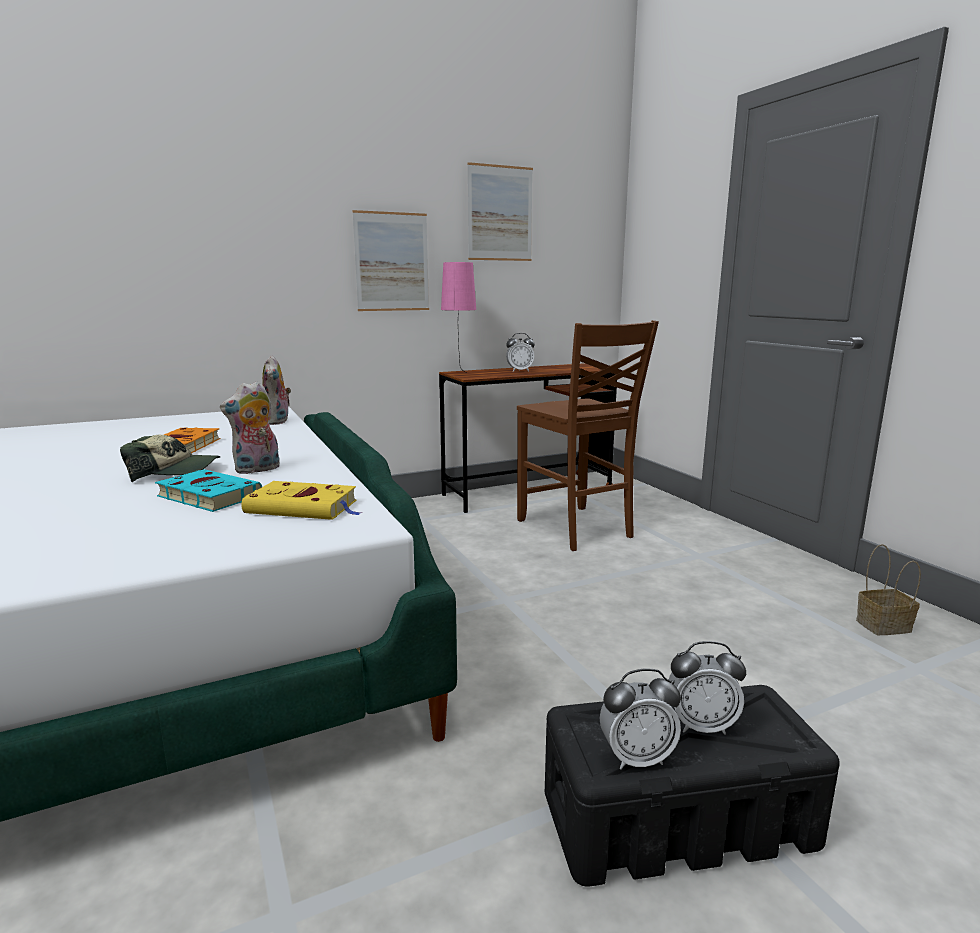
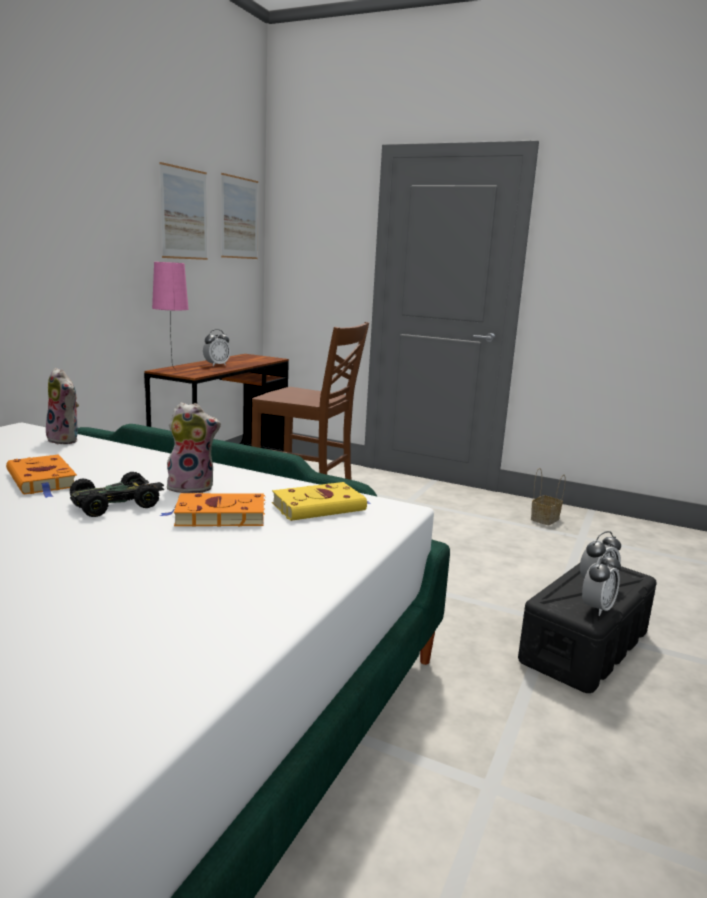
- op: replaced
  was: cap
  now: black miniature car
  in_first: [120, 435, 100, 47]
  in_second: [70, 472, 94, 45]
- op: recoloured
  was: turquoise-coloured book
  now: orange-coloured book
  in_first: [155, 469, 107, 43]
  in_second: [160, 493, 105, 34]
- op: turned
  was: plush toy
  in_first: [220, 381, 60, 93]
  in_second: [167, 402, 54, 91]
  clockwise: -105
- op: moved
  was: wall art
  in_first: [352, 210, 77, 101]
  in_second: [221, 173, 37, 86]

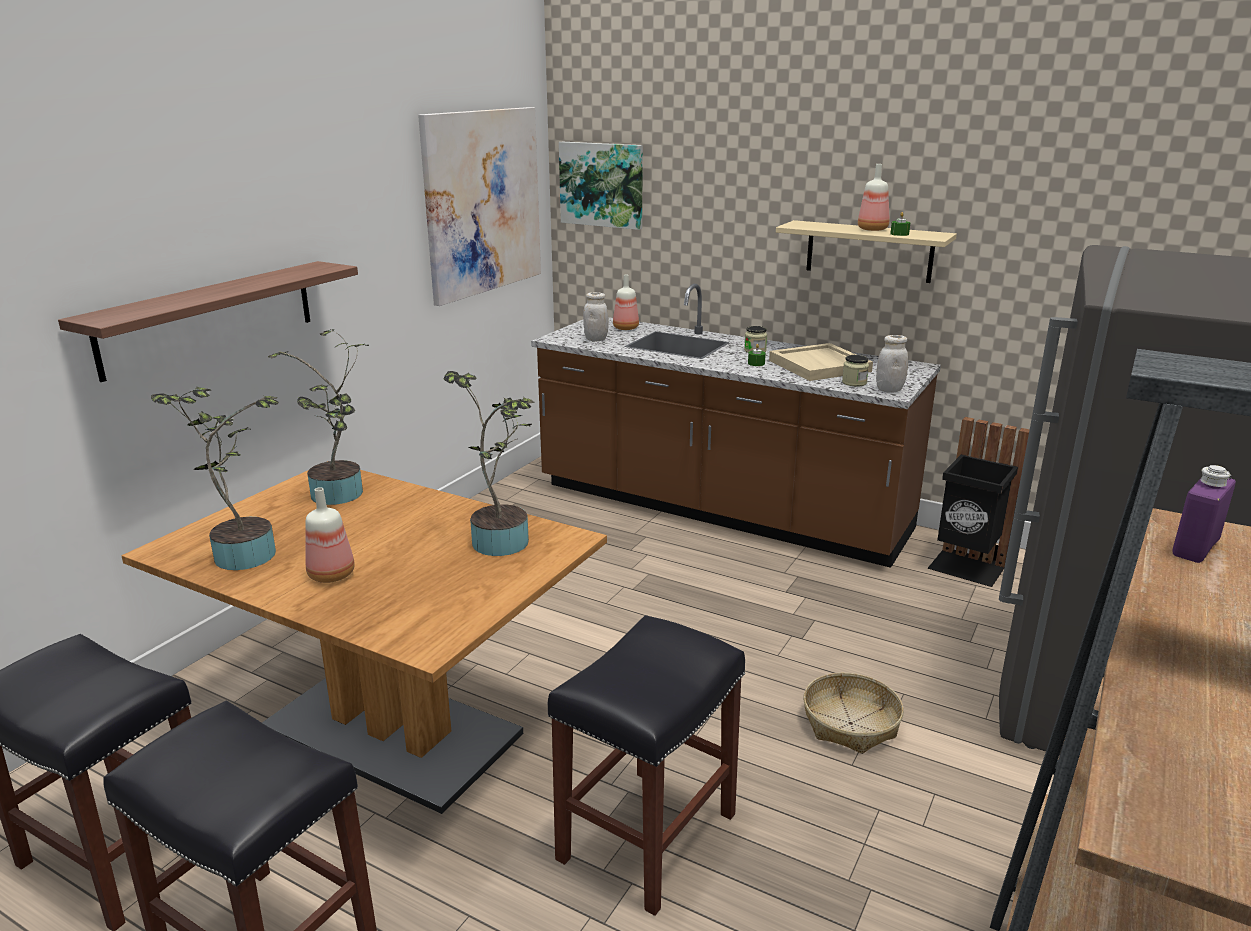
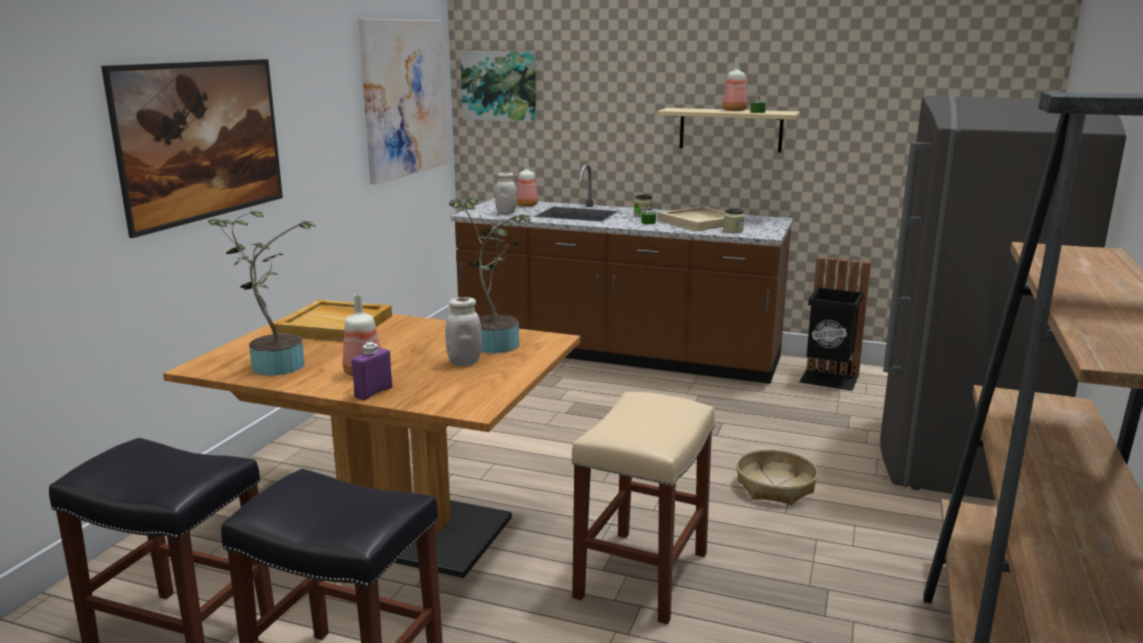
- op: replaced
  was: shelf
  now: wall art
  in_first: [58, 261, 300, 121]
  in_second: [101, 59, 182, 179]
- op: replaced
  was: potted plant
  now: beige-coloured tray
  in_first: [268, 329, 101, 176]
  in_second: [274, 300, 118, 42]
- op: recoloured
  was: black stool seat
  now: beige-coloured stool seat
  in_first: [548, 615, 197, 301]
  in_second: [571, 392, 144, 232]
- op: moved
  was: whitish storage jar
  in_first: [876, 335, 32, 58]
  in_second: [445, 297, 37, 69]
- op: moved
  was: purplish beverage bottle
  in_first: [1172, 465, 64, 98]
  in_second: [352, 342, 40, 58]

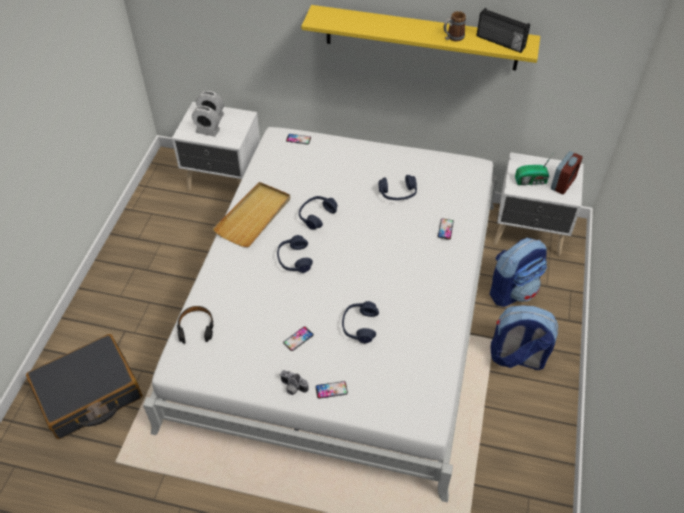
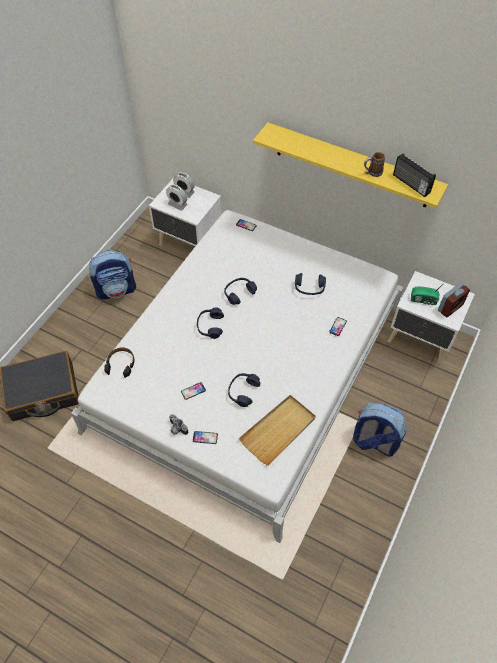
- op: moved
  was: beige-coloured tray
  in_first: [213, 182, 77, 65]
  in_second: [239, 395, 77, 71]
- op: moved
  was: knapsack
  in_first: [490, 238, 57, 69]
  in_second: [89, 250, 47, 50]

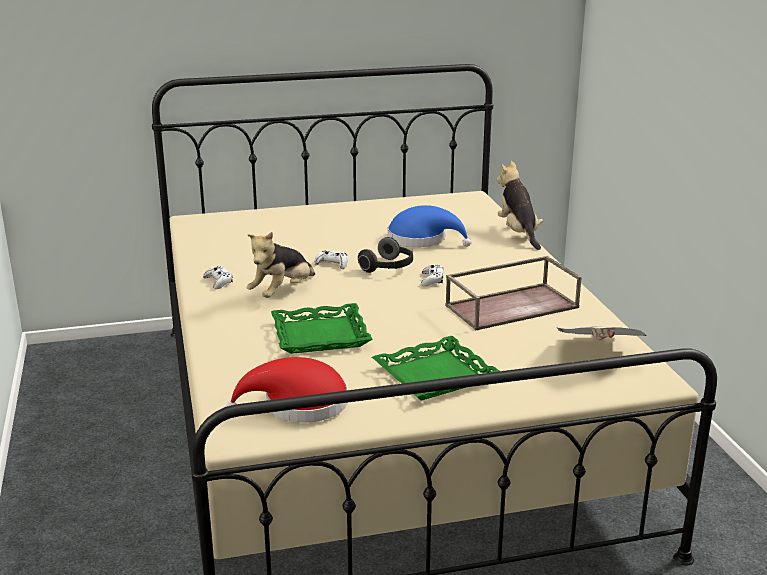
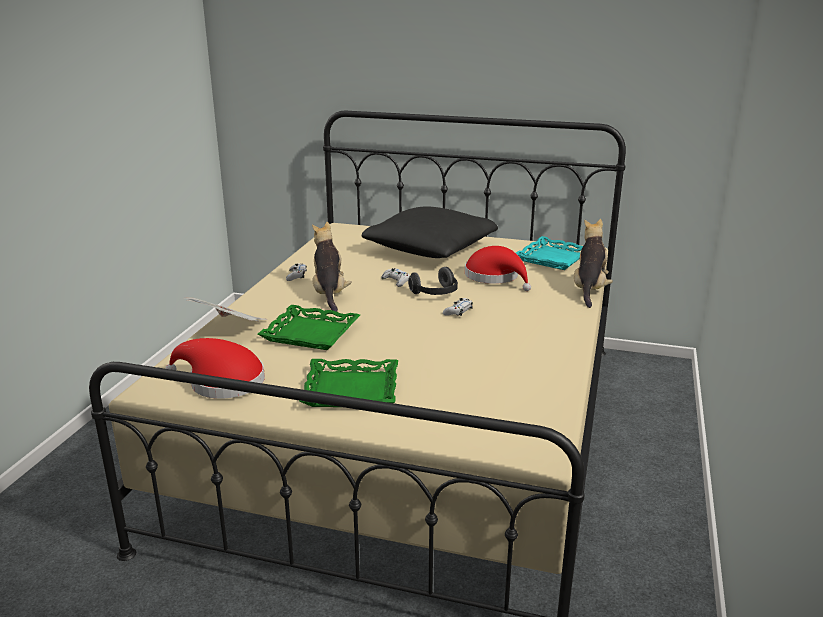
- op: turned
  was: plush toy
  in_first: [247, 232, 68, 66]
  in_second: [312, 222, 39, 90]
  clockwise: 105
- op: recoloured
  was: bluish hat
  now: reddish hat
  in_first: [388, 205, 83, 42]
  in_second: [465, 246, 66, 45]
- op: removed
  was: brownish tray
  in_first: [445, 256, 137, 75]
- op: moved
  was: printed paper
  in_first: [557, 327, 90, 13]
  in_second: [183, 297, 84, 25]
- op: added
  now: black pillow
  in_second: [361, 206, 137, 52]
- op: added
  now: turquoise-coloured tray
  in_second: [516, 236, 67, 34]

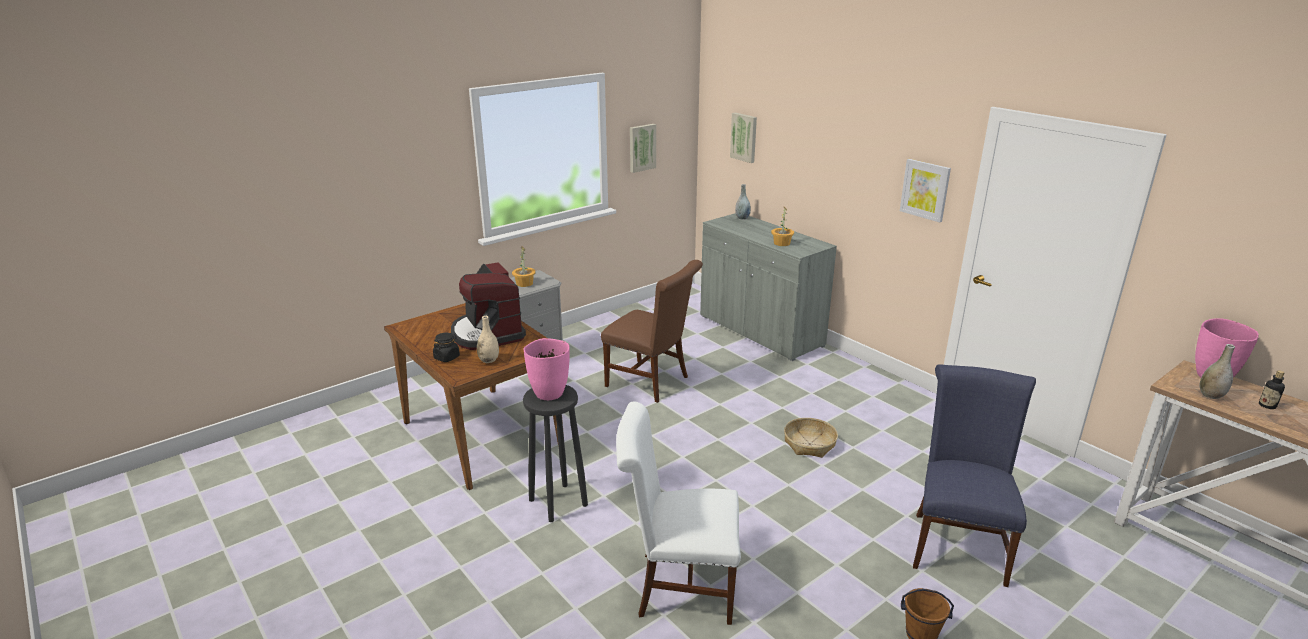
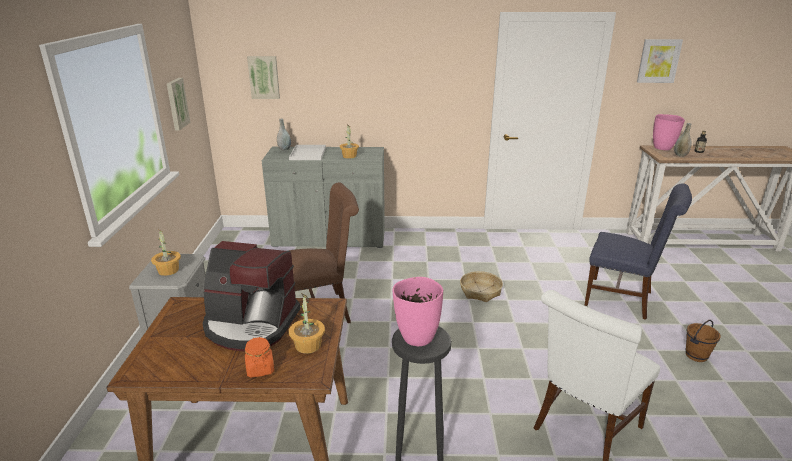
- op: recoloured
  was: black storage jar
  now: orange-coloured storage jar
  in_first: [433, 333, 27, 29]
  in_second: [245, 337, 29, 41]
- op: replaced
  was: beige-coloured decorative vase
  now: potted plant
  in_first: [477, 316, 22, 47]
  in_second: [289, 293, 36, 61]
- op: moved
  was: wall art
  in_first: [900, 159, 51, 63]
  in_second: [637, 39, 46, 44]
- op: turned
  was: bluish chair
  in_first: [913, 364, 123, 223]
  in_second: [584, 183, 108, 137]
  clockwise: 150
- op: added
  now: whitish tray
  in_second: [289, 145, 37, 15]

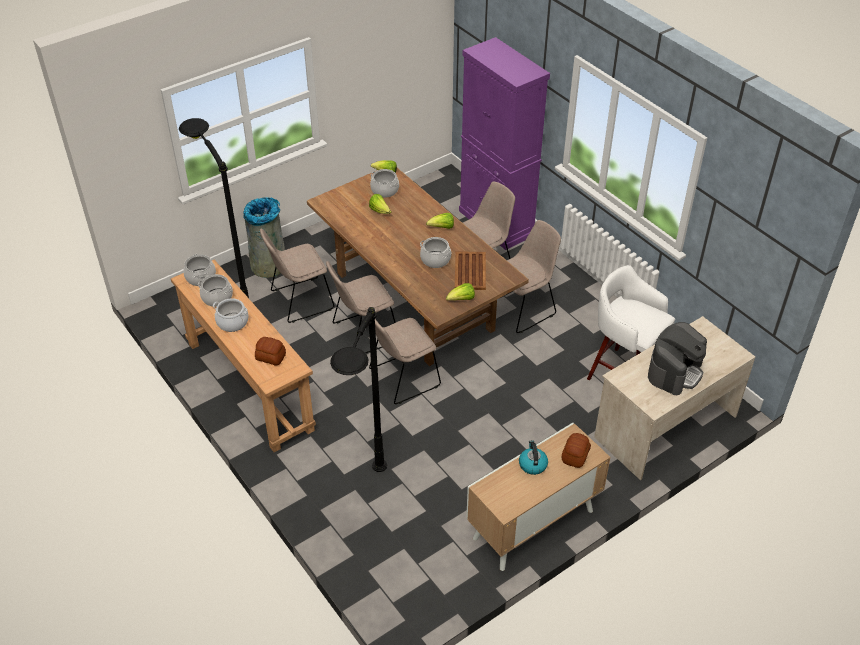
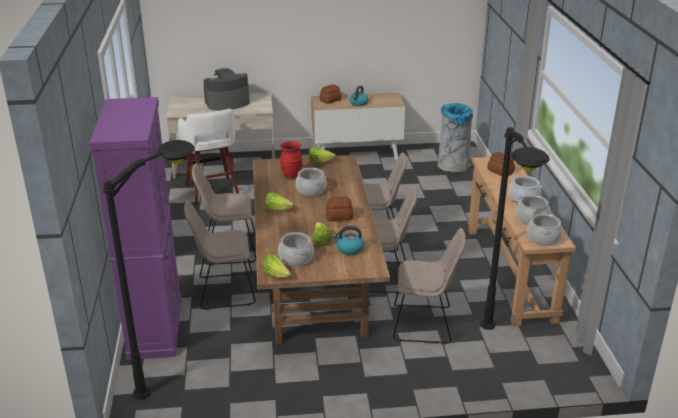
- op: moved
  was: grey trash can
  in_first: [243, 197, 42, 81]
  in_second: [437, 103, 36, 70]
- op: moved
  was: black standard lamp
  in_first: [330, 307, 57, 165]
  in_second: [103, 140, 92, 260]
- op: replaced
  was: brownish tray
  now: reddish decorative vase
  in_first: [455, 251, 31, 39]
  in_second: [280, 141, 23, 37]
- op: added
  now: bread
  in_second: [326, 197, 27, 24]
- op: added
  now: water kettle
  in_second: [332, 226, 32, 29]

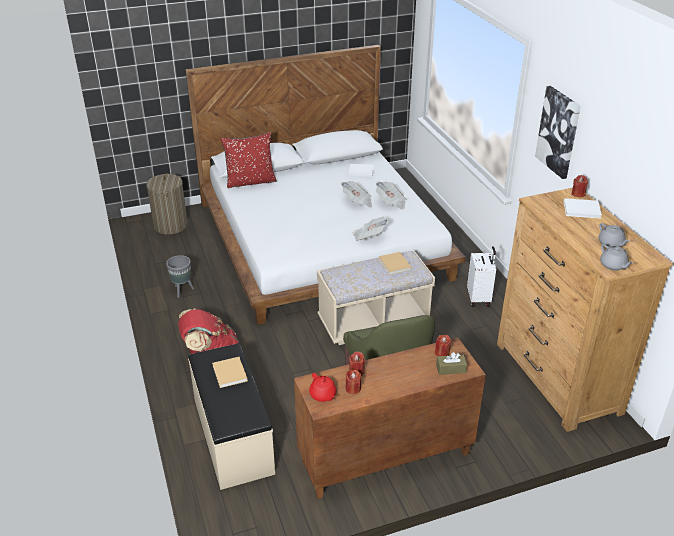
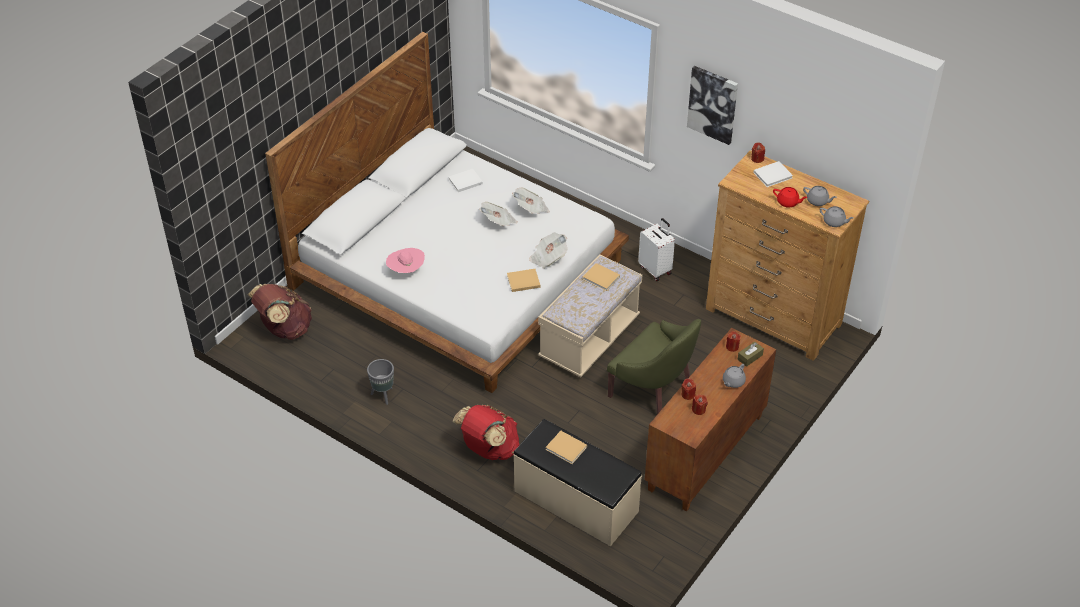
- op: replaced
  was: washing basket
  now: brownish knapsack
  in_first: [146, 174, 42, 61]
  in_second: [247, 284, 65, 56]
- op: removed
  was: reddish pillow
  in_first: [221, 132, 56, 56]
- op: moved
  was: reddish tea pot
  in_first: [309, 373, 28, 29]
  in_second: [773, 187, 34, 21]
- op: added
  now: pink hat
  in_second: [386, 248, 39, 25]
- op: added
  now: beige-coloured book
  in_second: [507, 269, 34, 23]
- op: added
  now: grey tea pot
  in_second: [723, 364, 23, 24]

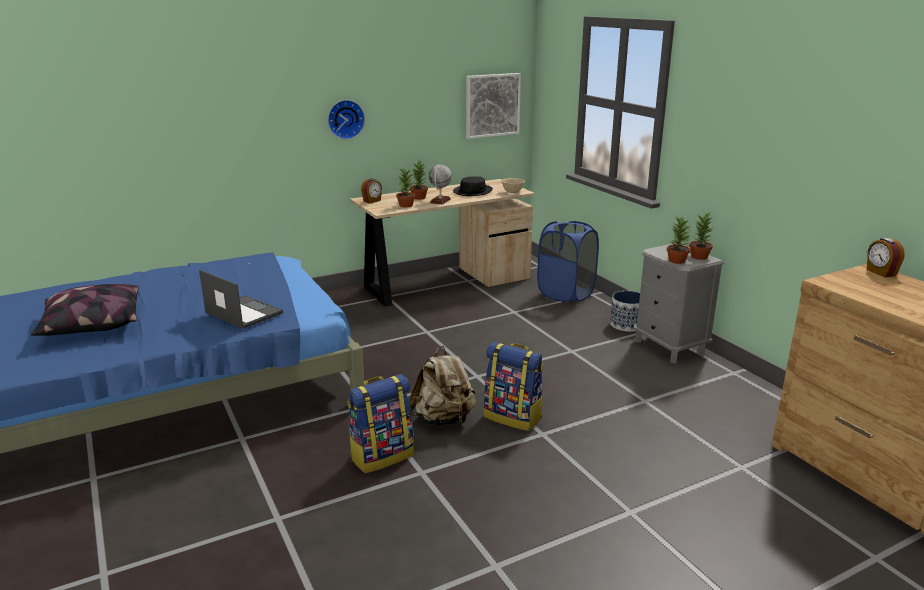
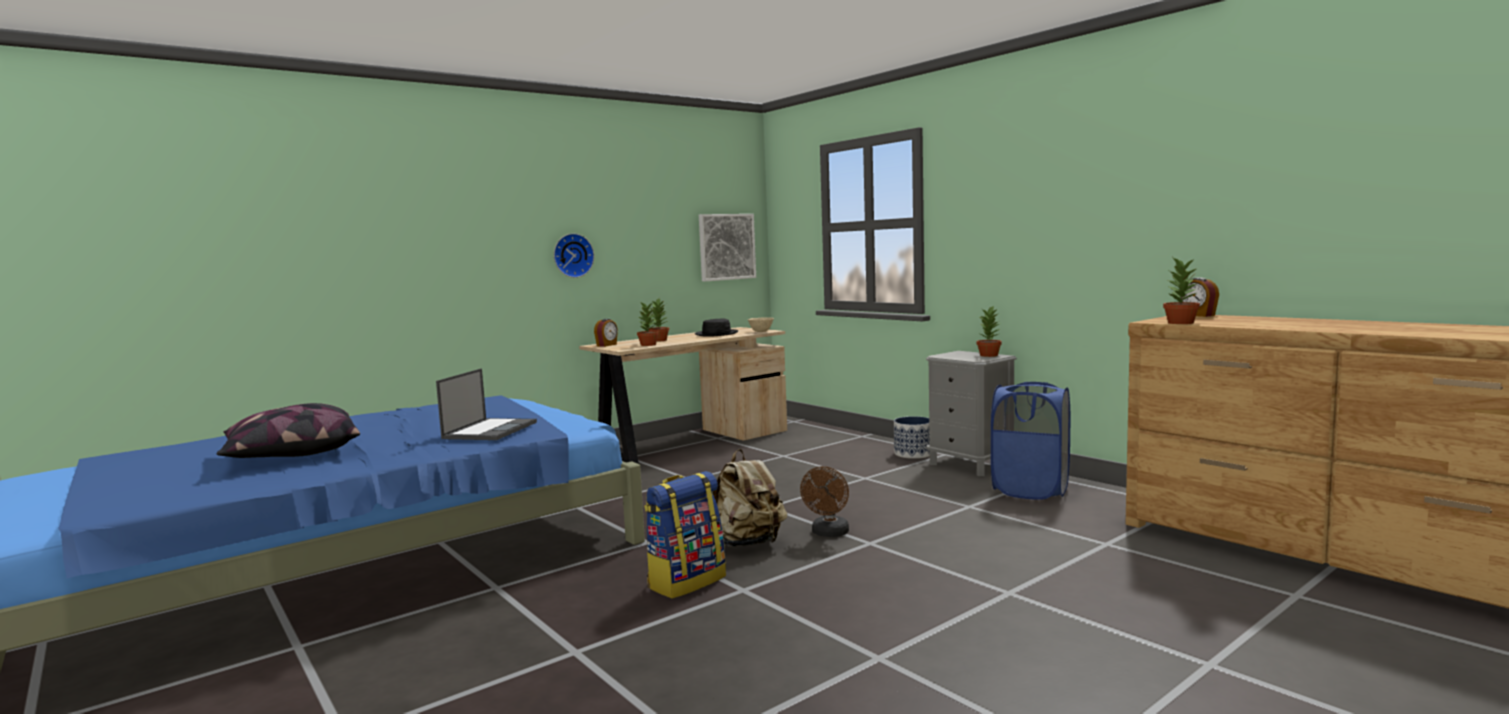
- op: turned
  was: laptop
  in_first: [199, 270, 84, 59]
  in_second: [436, 368, 101, 72]
  clockwise: 75
- op: removed
  was: desk globe
  in_first: [429, 164, 23, 40]
- op: replaced
  was: knapsack
  now: brownish cooling fan
  in_first: [484, 342, 59, 89]
  in_second: [800, 466, 49, 71]
- op: moved
  was: bluish washing basket
  in_first: [537, 221, 62, 81]
  in_second: [991, 382, 79, 118]
- op: moved
  was: potted plant
  in_first: [667, 217, 24, 47]
  in_second: [1163, 258, 37, 66]

